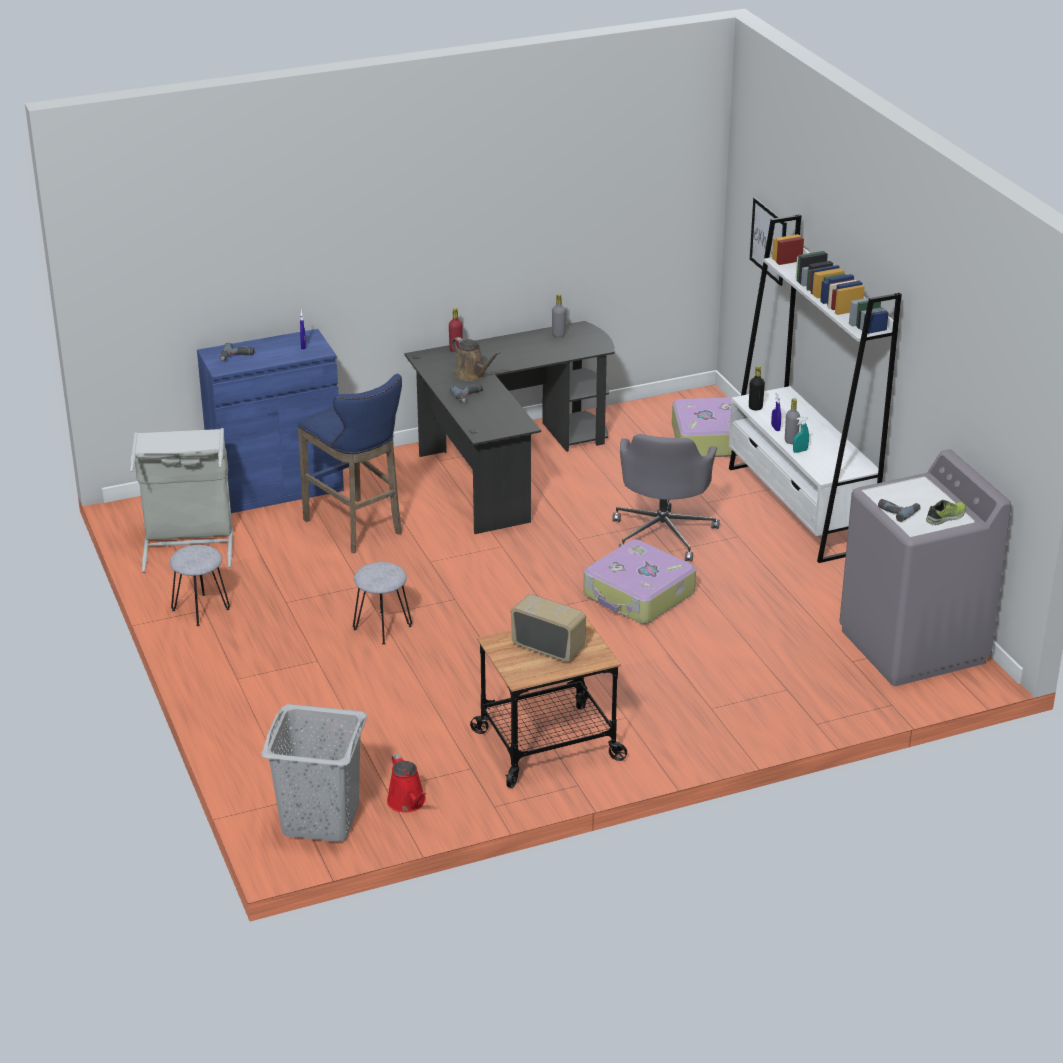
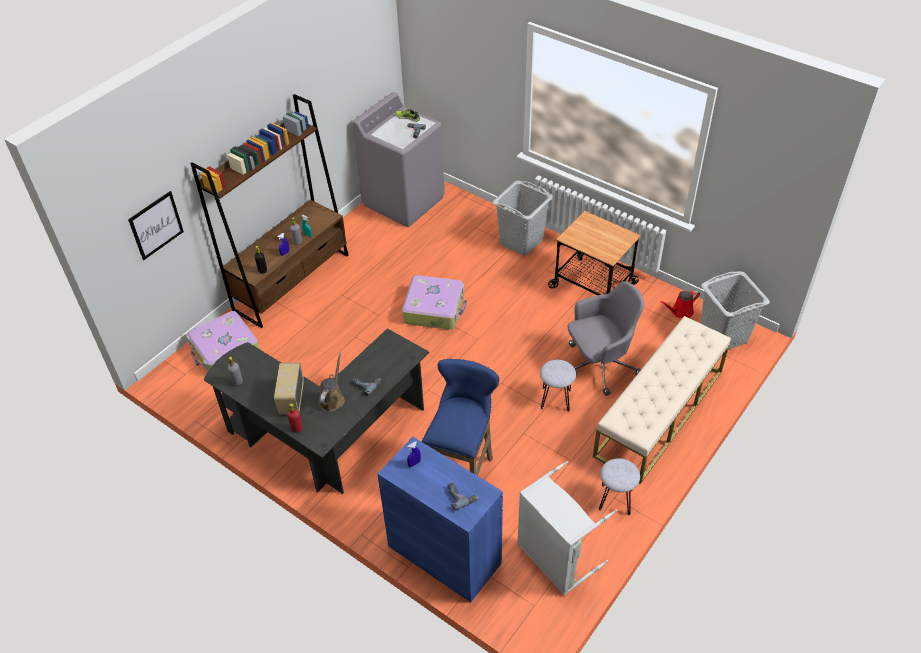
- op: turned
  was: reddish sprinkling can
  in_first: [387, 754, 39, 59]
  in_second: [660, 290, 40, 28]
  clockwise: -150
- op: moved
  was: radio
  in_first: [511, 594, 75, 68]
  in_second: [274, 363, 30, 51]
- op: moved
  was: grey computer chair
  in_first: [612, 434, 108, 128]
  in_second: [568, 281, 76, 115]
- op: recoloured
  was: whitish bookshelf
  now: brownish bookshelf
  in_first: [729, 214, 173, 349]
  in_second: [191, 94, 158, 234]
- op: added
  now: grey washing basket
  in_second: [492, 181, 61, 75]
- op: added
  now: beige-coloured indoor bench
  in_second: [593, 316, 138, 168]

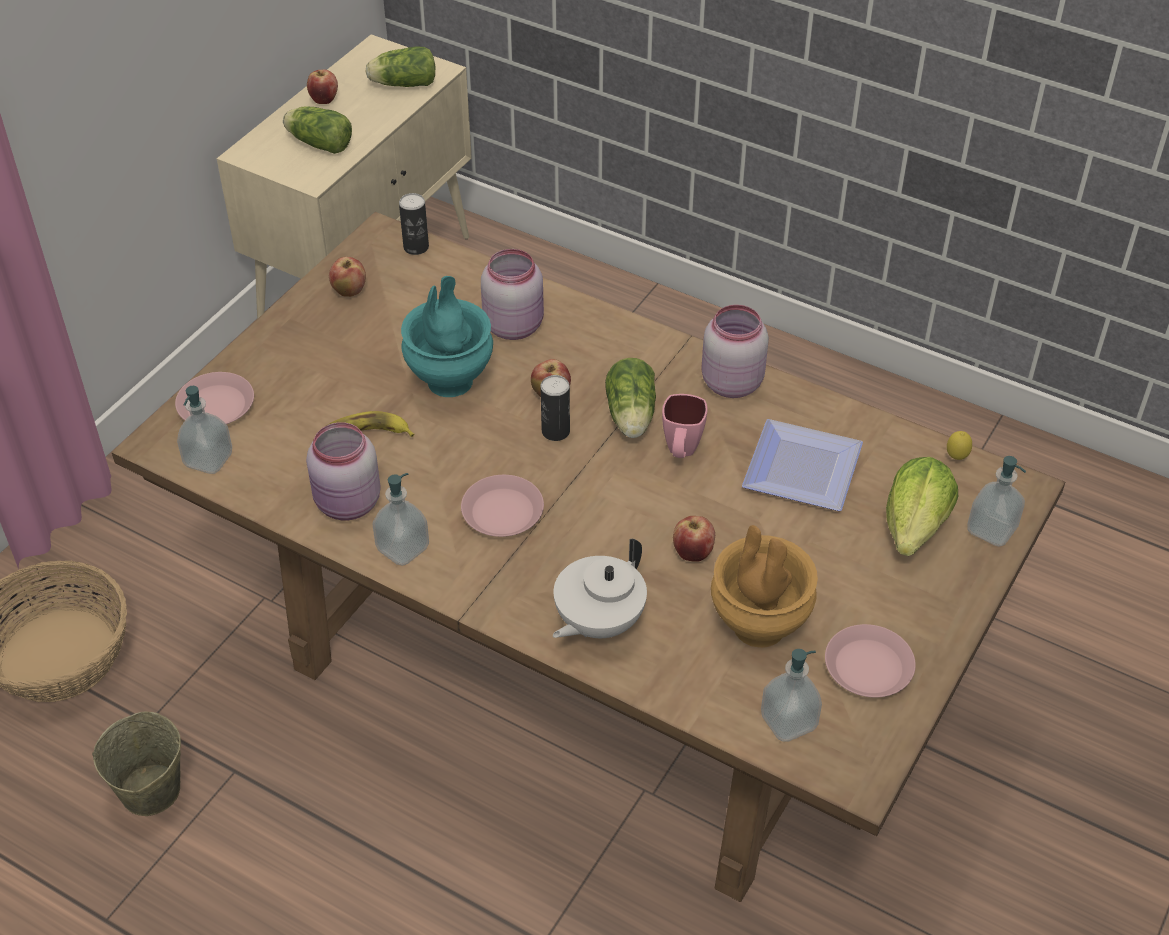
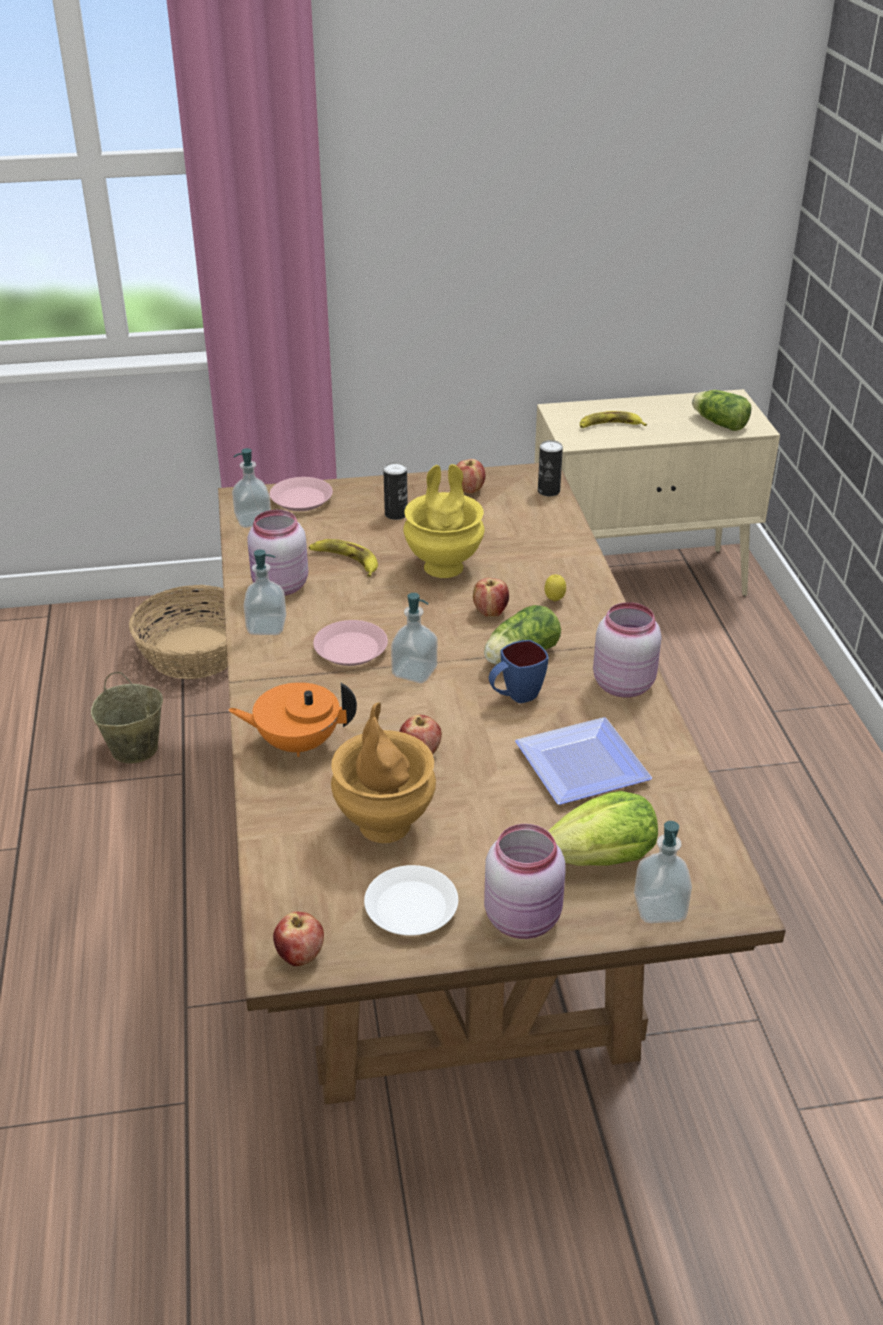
- op: replaced
  was: lettuce head
  now: banana fruit
  in_first: [283, 106, 69, 48]
  in_second: [580, 411, 67, 17]
- op: moved
  was: whole apple
  in_first: [307, 70, 31, 34]
  in_second: [273, 911, 51, 55]
- op: recoloured
  was: turquoise-coloured decorative vase
  now: yellow decorative vase
  in_first: [401, 276, 92, 121]
  in_second: [403, 464, 81, 114]
- op: moved
  was: pink storage jar
  in_first: [481, 249, 63, 91]
  in_second: [484, 824, 82, 115]
- op: moved
  was: can
  in_first: [540, 375, 30, 66]
  in_second: [383, 462, 25, 58]
- op: recoloured
  was: whitish tea pot
  now: orange-coloured tea pot
  in_first: [553, 539, 94, 99]
  in_second: [228, 682, 129, 75]
- op: recoloured
  was: pink coffee mug
  now: bluish coffee mug
  in_first: [662, 394, 45, 64]
  in_second: [489, 640, 60, 63]
- op: moved
  was: soap dispenser
  in_first: [761, 649, 61, 93]
  in_second: [391, 593, 46, 90]
- op: recoloured
  was: pink plate
  now: whitish plate
  in_first: [825, 624, 91, 74]
  in_second: [364, 865, 94, 71]
- op: moved
  was: whole lemon
  in_first: [947, 431, 25, 29]
  in_second: [544, 574, 22, 27]

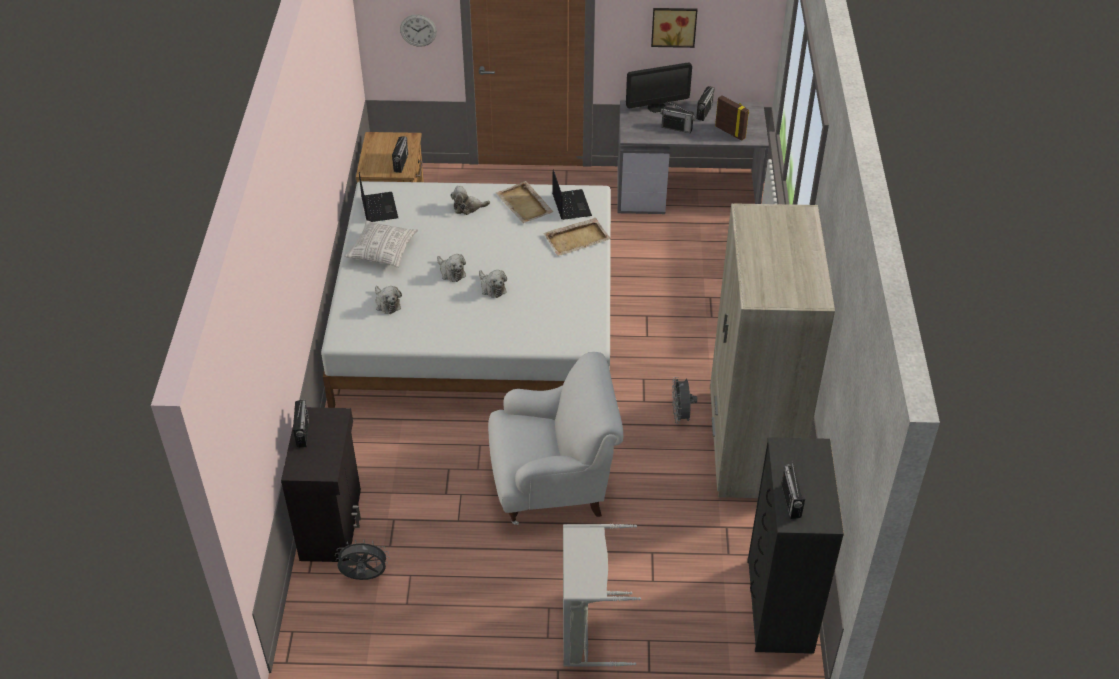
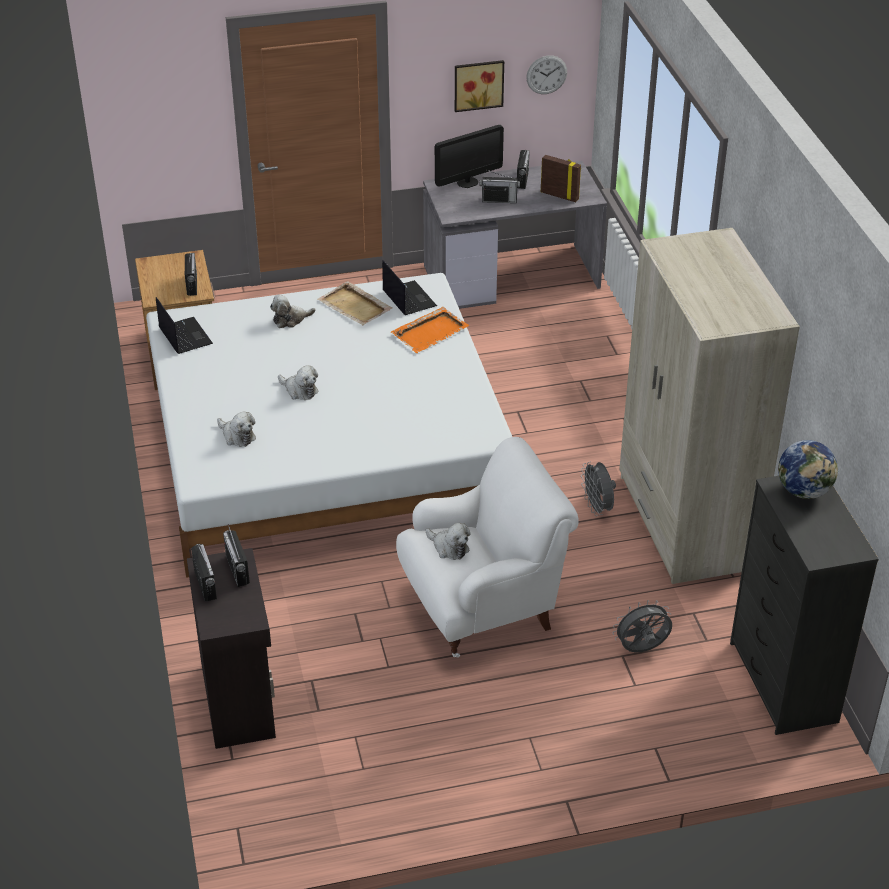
- op: moved
  was: grey cooling fan
  in_first: [335, 539, 55, 41]
  in_second: [612, 600, 60, 52]
- op: removed
  was: pillow
  in_first: [345, 220, 73, 48]
- op: moved
  was: clock on the wall
  in_first: [400, 15, 37, 32]
  in_second: [526, 55, 41, 39]
- op: moved
  was: plush toy
  in_first: [479, 270, 28, 28]
  in_second: [426, 523, 45, 37]
- op: recoloured
  was: beige-coloured tray
  now: orange-coloured tray
  in_first: [544, 218, 67, 38]
  in_second: [391, 307, 78, 46]
- op: removed
  was: grey washing basket
  in_first: [563, 524, 78, 143]
- op: moved
  was: radio
  in_first: [781, 463, 24, 56]
  in_second: [223, 524, 27, 63]
- op: added
  now: desk globe
  in_second: [778, 440, 60, 59]

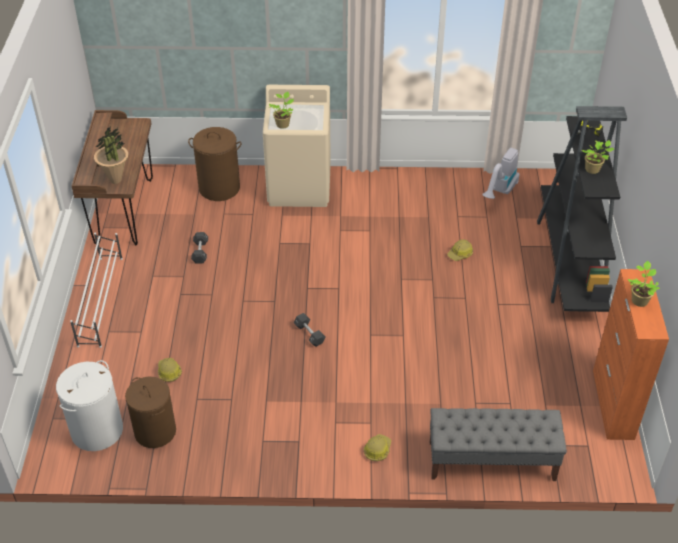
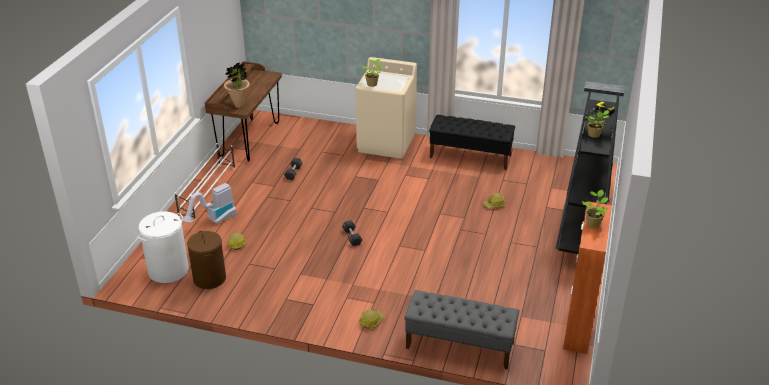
- op: removed
  was: brownish washing basket
  in_first: [188, 127, 54, 74]
- op: moved
  was: vacuum cleaner
  in_first: [482, 148, 38, 51]
  in_second: [183, 183, 54, 41]
- op: added
  now: black indoor bench
  in_second: [429, 115, 86, 55]

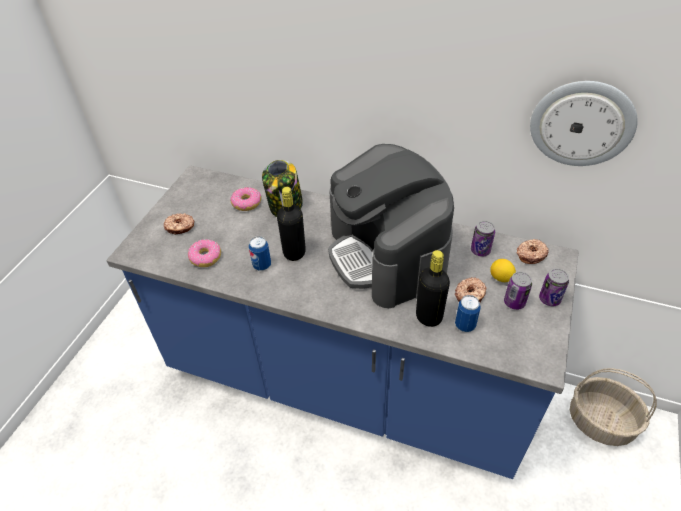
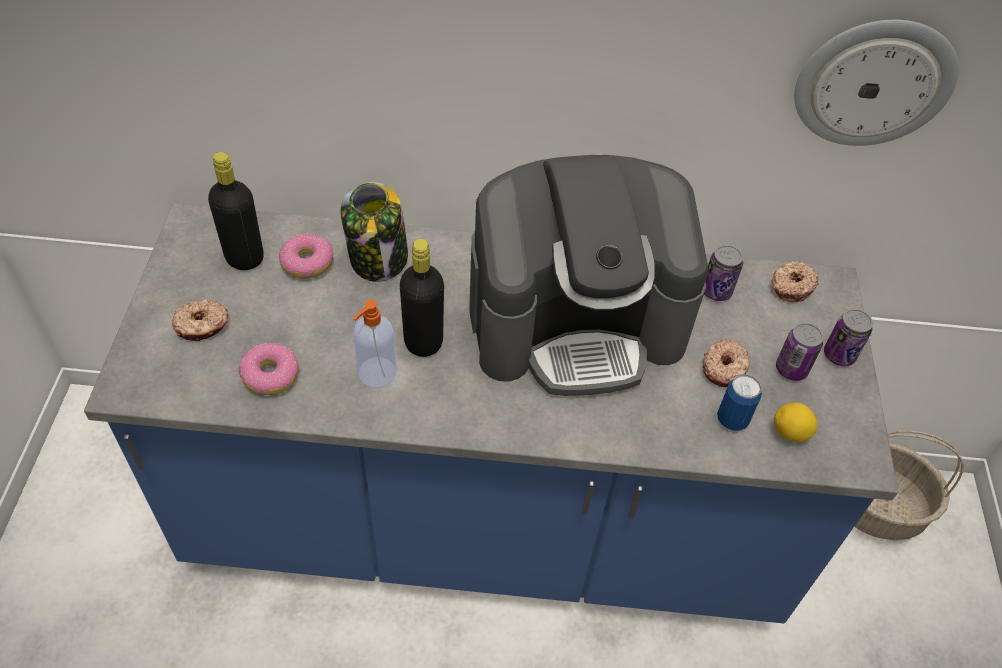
- op: replaced
  was: can
  now: soap dispenser
  in_first: [249, 236, 22, 35]
  in_second: [353, 300, 44, 87]
- op: turned
  was: coffee maker
  in_first: [328, 144, 126, 164]
  in_second: [469, 155, 239, 241]
  clockwise: -60
- op: moved
  was: black beverage bottle
  in_first: [416, 250, 34, 77]
  in_second: [208, 152, 56, 118]
- op: moved
  was: whole lemon
  in_first: [490, 259, 26, 23]
  in_second: [774, 402, 43, 40]

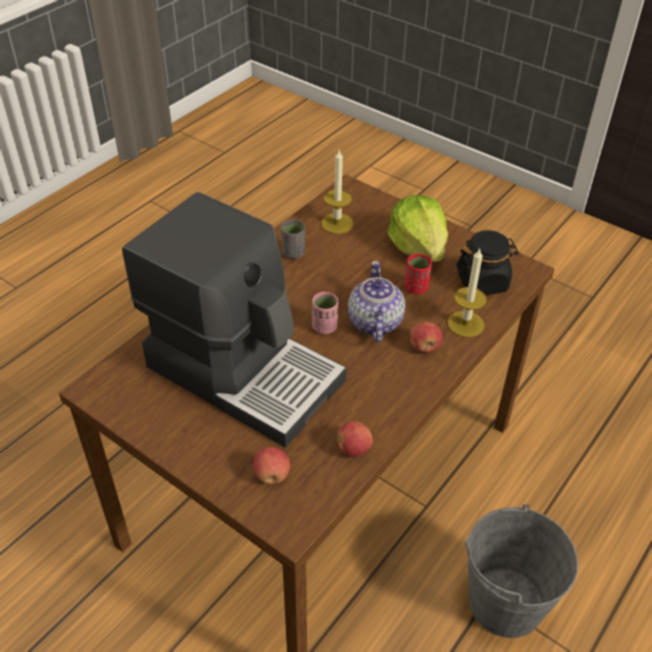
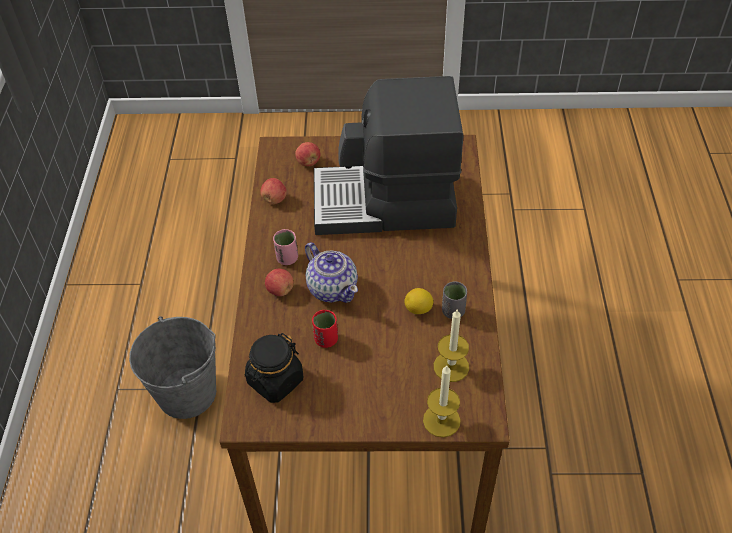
- op: moved
  was: pink drinking cup
  in_first: [312, 292, 26, 42]
  in_second: [273, 229, 25, 36]
- op: removed
  was: lettuce head
  in_first: [387, 195, 61, 67]
- op: moved
  was: wax candle
  in_first: [447, 248, 40, 89]
  in_second: [423, 366, 38, 72]
- op: added
  now: whole lemon
  in_second: [404, 288, 29, 26]

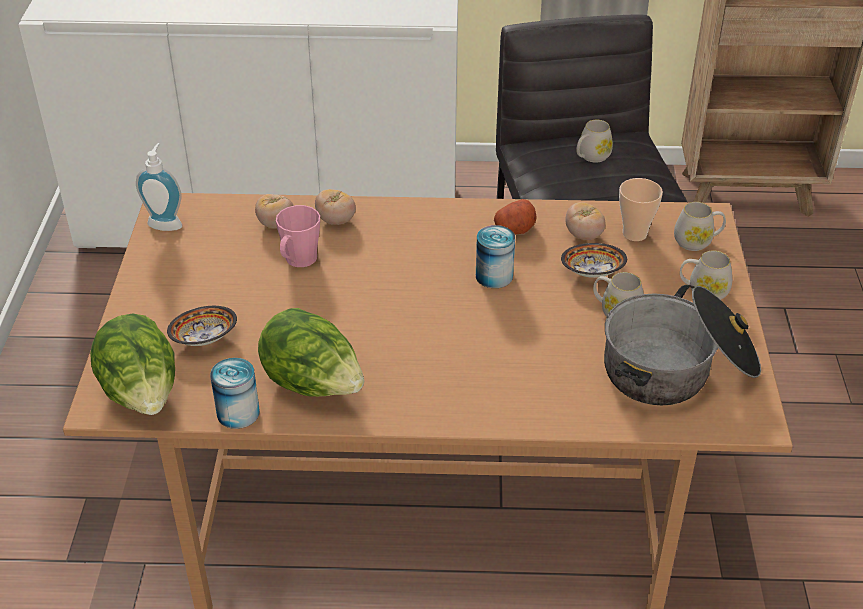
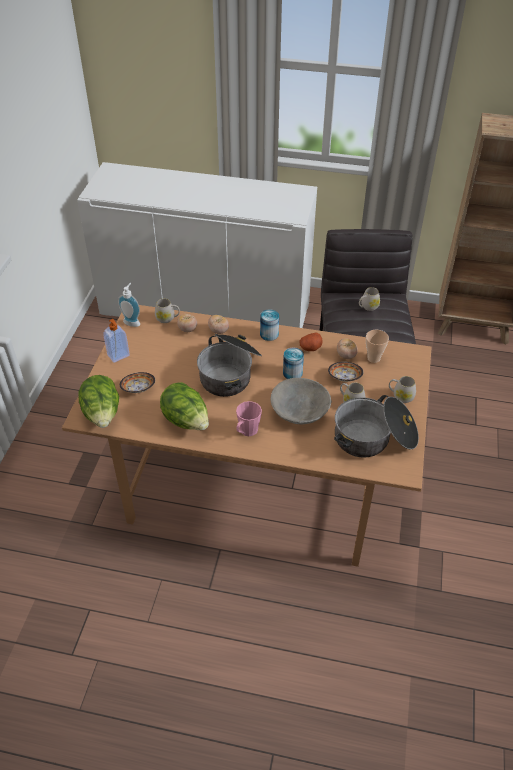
- op: moved
  was: can
  in_first: [210, 358, 50, 71]
  in_second: [260, 309, 19, 32]
- op: moved
  was: pink coffee mug
  in_first: [276, 205, 44, 62]
  in_second: [236, 401, 26, 35]
- op: moved
  was: whitish coffee mug
  in_first: [674, 202, 52, 49]
  in_second: [155, 299, 25, 24]
- op: added
  now: soap dispenser
  in_second: [103, 319, 27, 44]
- op: added
  now: cooking pot
  in_second: [197, 334, 65, 63]
- op: added
  now: grey deep dish
  in_second: [270, 378, 62, 46]

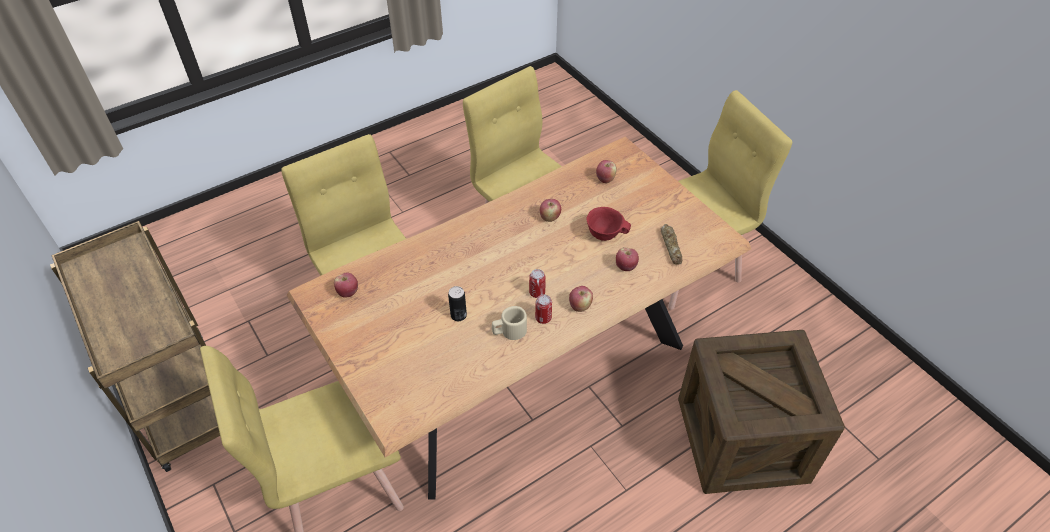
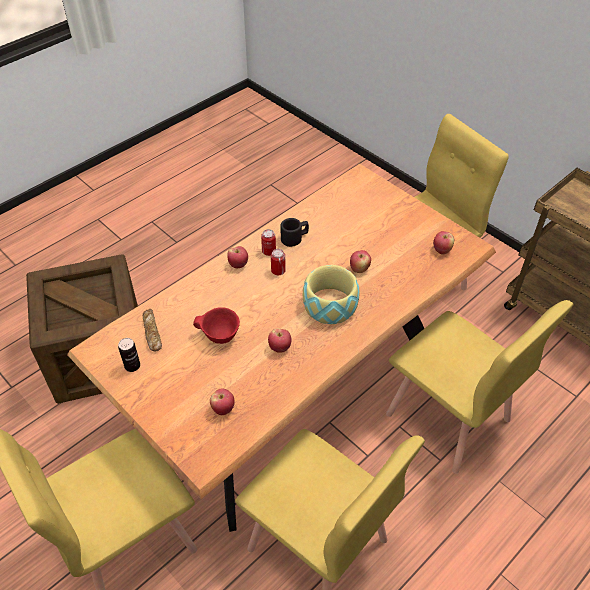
- op: moved
  was: can
  in_first: [448, 286, 19, 35]
  in_second: [118, 338, 22, 34]
- op: recoloured
  was: beige-coloured coffee mug
  now: black coffee mug
  in_first: [492, 306, 35, 34]
  in_second: [280, 218, 29, 29]
- op: moved
  was: whole apple
  in_first: [616, 247, 23, 24]
  in_second: [350, 250, 21, 23]
- op: added
  now: deep dish
  in_second: [303, 265, 57, 59]

